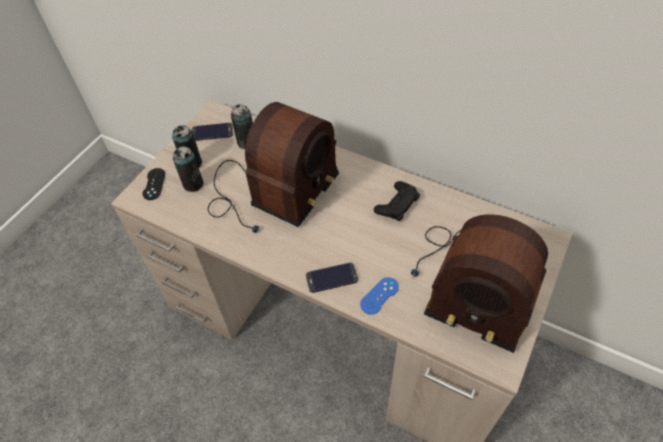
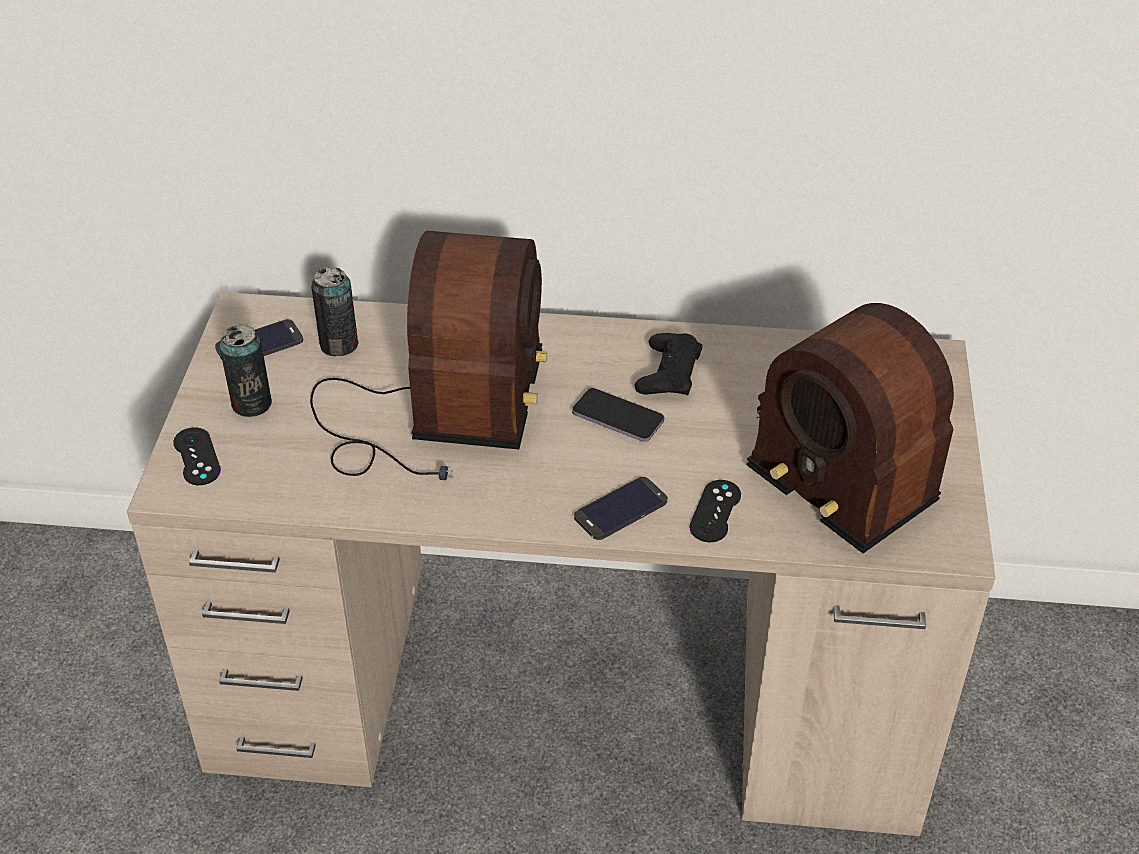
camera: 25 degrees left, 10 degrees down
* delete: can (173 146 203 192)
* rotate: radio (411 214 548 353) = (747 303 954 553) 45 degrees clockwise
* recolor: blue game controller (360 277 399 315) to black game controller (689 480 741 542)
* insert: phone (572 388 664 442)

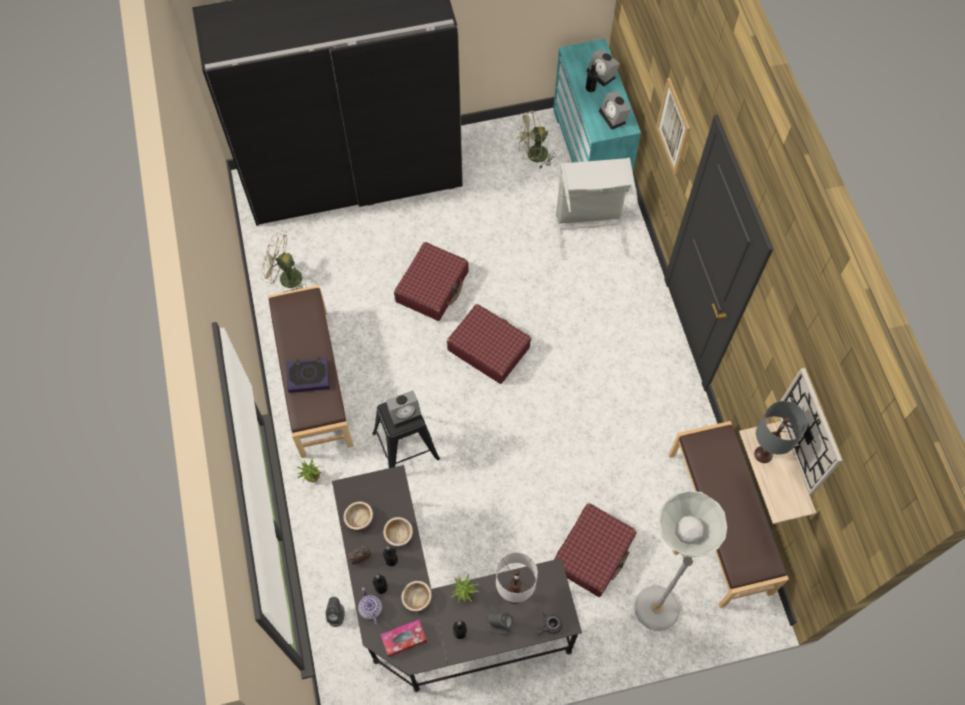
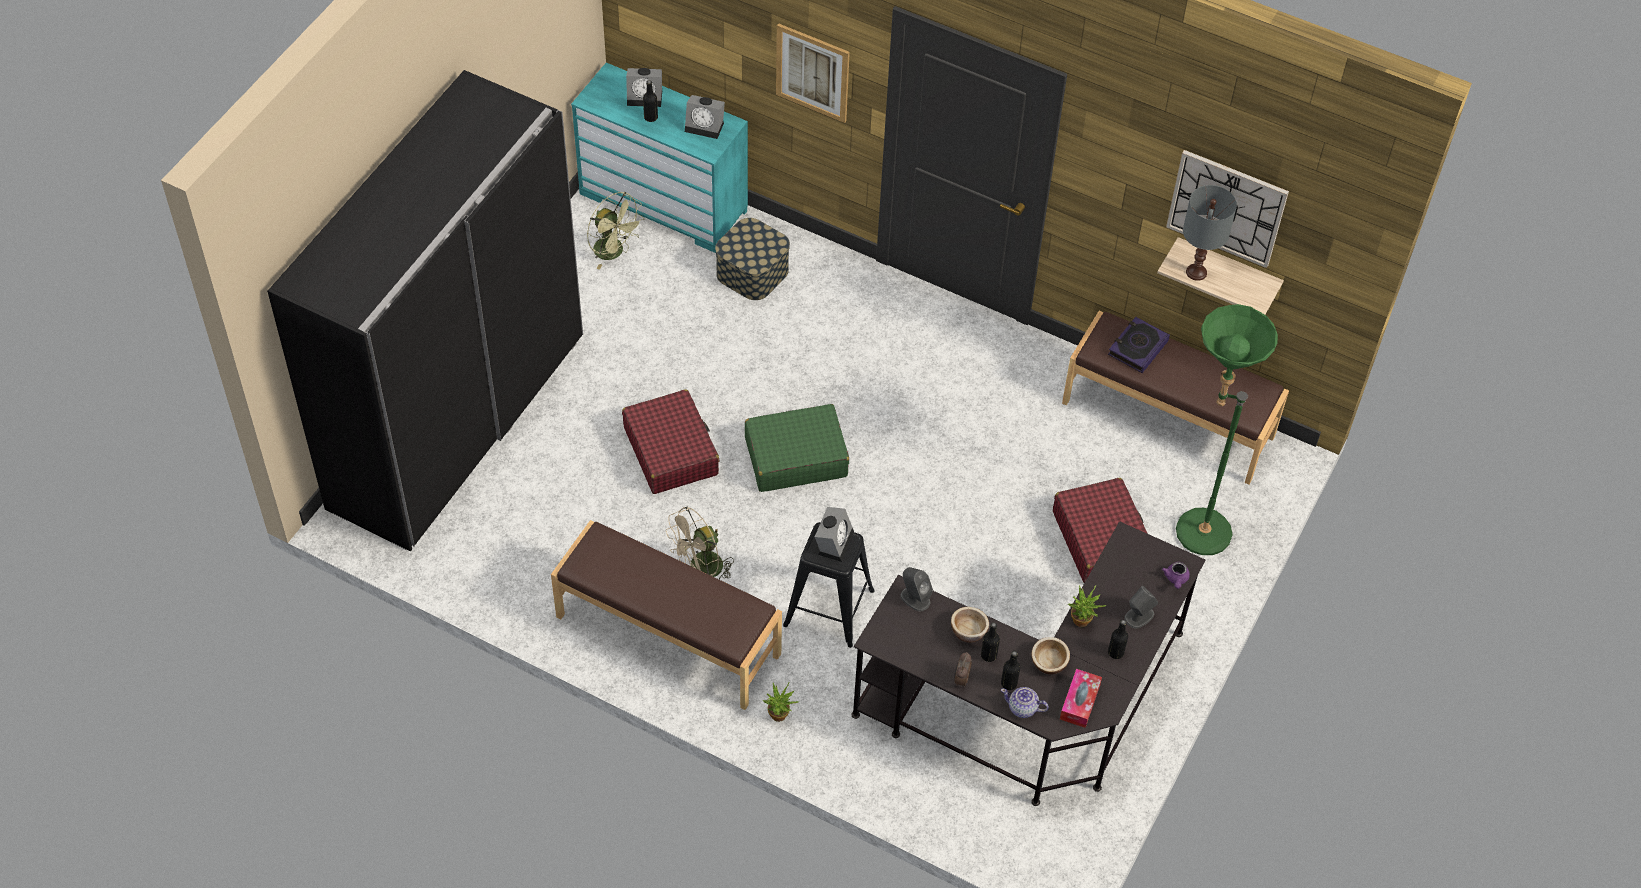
camera: 50 degrees left, 10 degrees down
* rotate: green fan (517 110 556 169) = (587 192 645 270) 75 degrees counterclockwise
* replace: grey laundry basket (555 158 639 260) to storage box (715 218 790 300)
* move: beige fan (261 233 307 292) to (666 506 734 579)
* recolor: red suitcase (447 304 531 384) to green suitcase (745 404 849 492)
* move: book (287 357 330 393) to (1108 317 1170 373)
* recolor: grey floor lamp (635 490 727 631) to green floor lamp (1176 304 1278 555)
* delete: bowl (343 501 373 531)
* delete: white table lamp (496 552 538 604)
* move: grey speaker (326 597 345 627) to (900 567 933 611)
* recolor: grey teapot (536 612 563 635) to purple teapot (1162 562 1190 589)

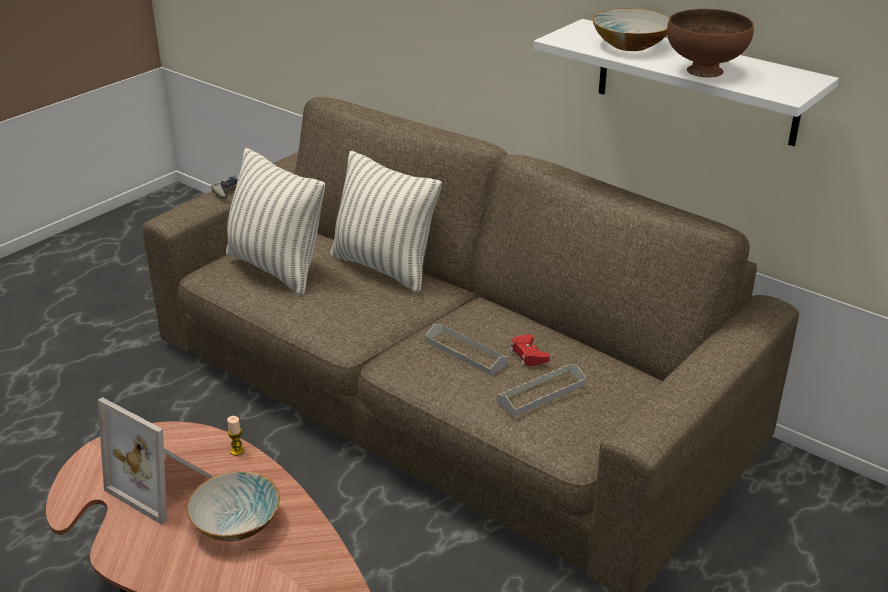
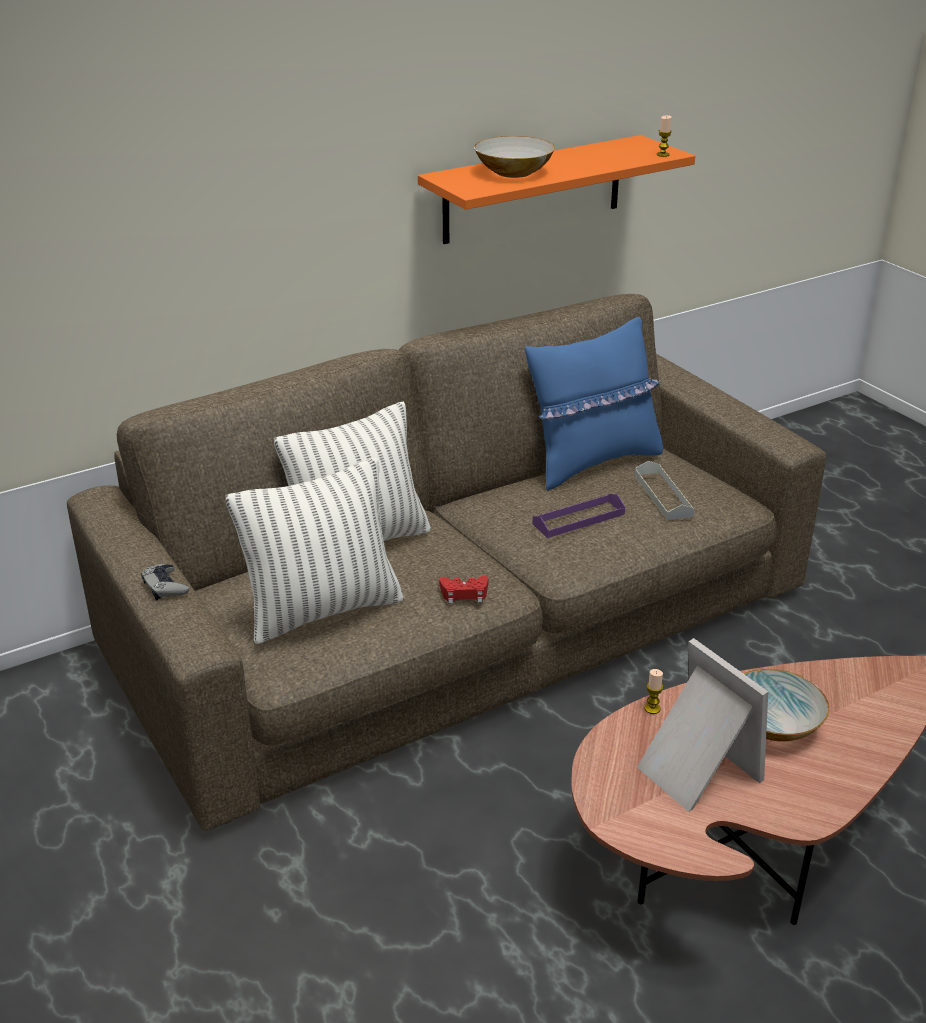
camera: 70 degrees left, 0 degrees up
* delete: brown bowl (667 9 754 77)
* recolor: white shelf (533 19 839 146) to orange shelf (418 135 695 244)
* recolor: grey tray (425 324 508 376) to purple tray (533 494 625 538)
* move: red game controller (510 334 550 366) to (439 576 489 603)
* rotate: picture frame (98 397 212 525) = (637 638 768 812) 90 degrees counterclockwise
* insert: candle (657 115 672 157)
* insert: blue pillow (525 317 663 491)

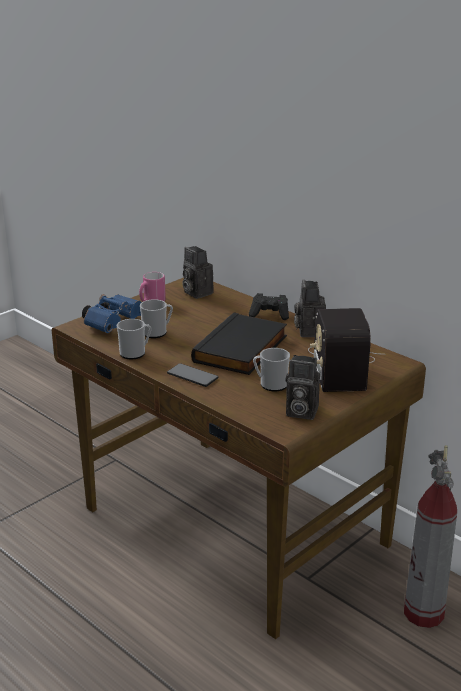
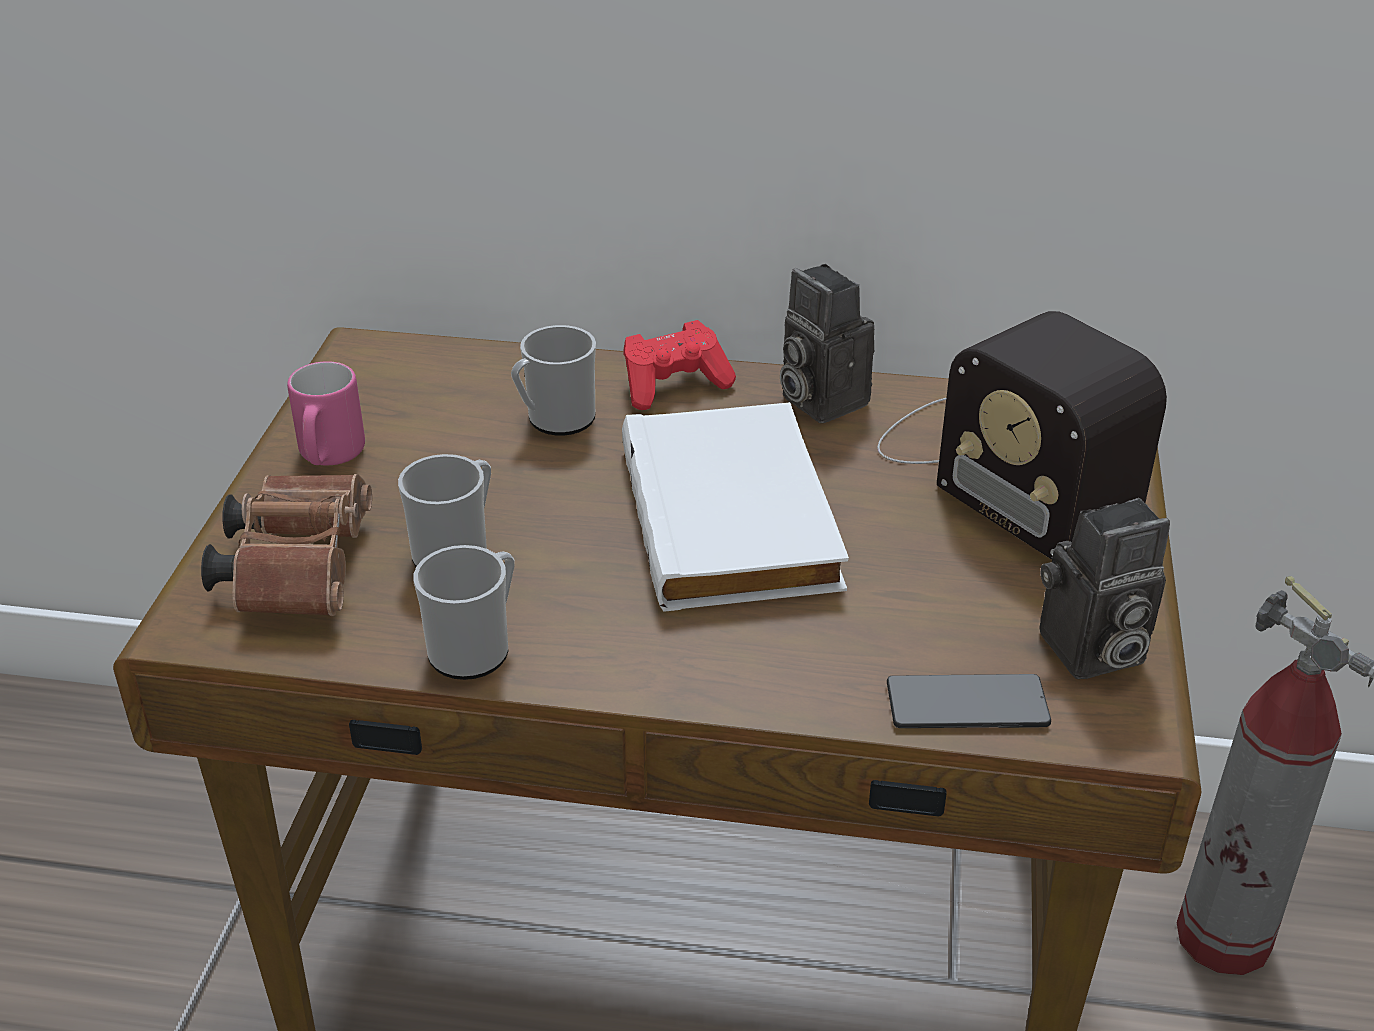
camera: 35 degrees left, 10 degrees up
* delete: photo camera (183 246 214 299)
* recolor: black game controller (249 293 289 320) to red game controller (623 320 736 410)
* recolor: blue binoculars (82 294 142 333) to brown binoculars (201 474 372 616)
* recolor: black book (191 312 287 375) to white book (622 402 849 612)
* move: mug (253 348 290 392) to (511 325 596 436)
* move: phone (167 363 218 387) to (887 674 1051 728)

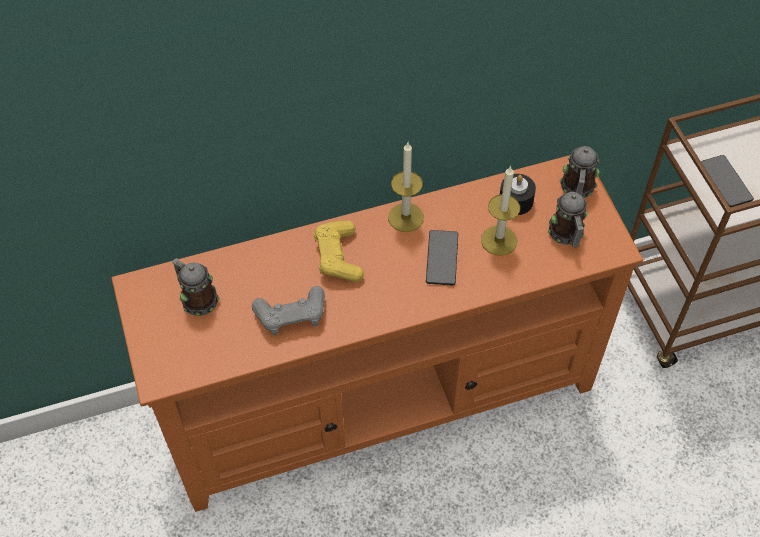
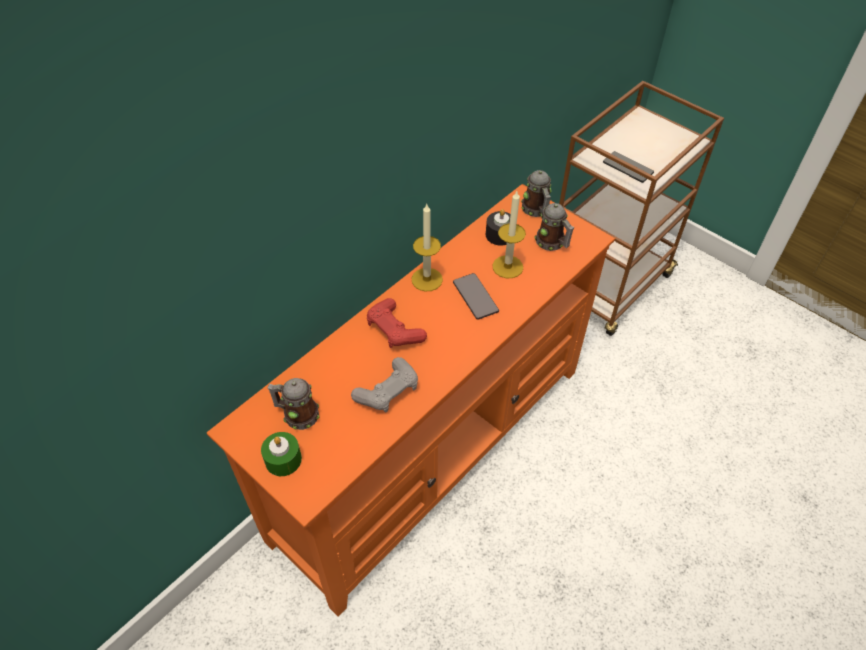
camera: 30 degrees left, 5 degrees down
* recolor: yellow game controller (314 221 364 282) to red game controller (367 298 427 348)
* insert: green candle (261 432 302 476)

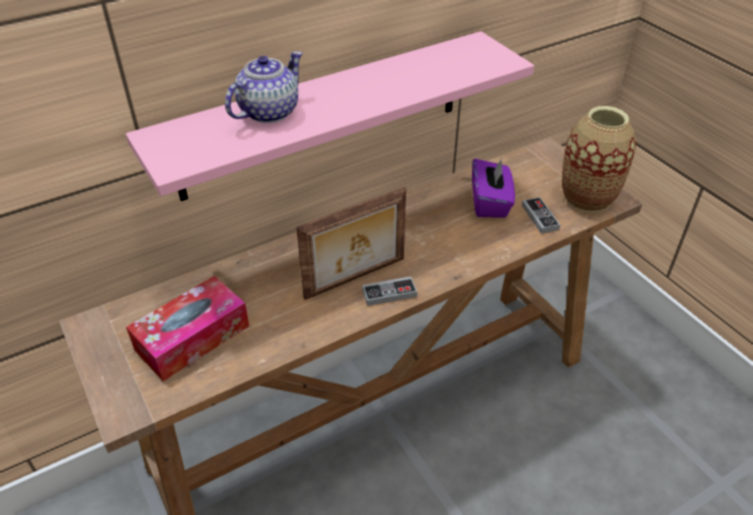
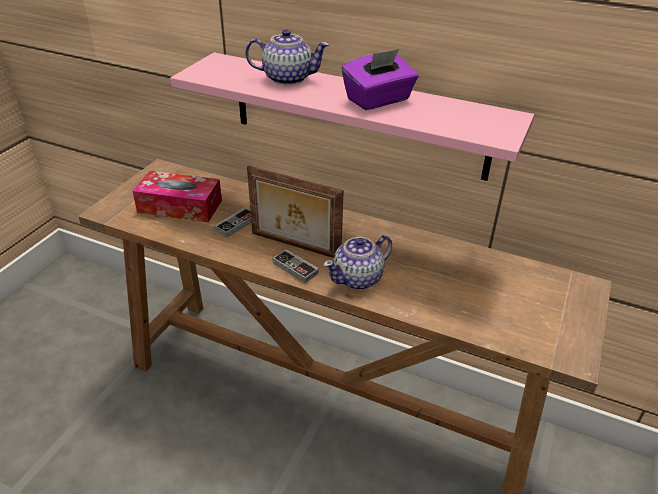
camera: 55 degrees right, 5 degrees down
* delete: vase (562 106 636 212)
* move: purple tissue box (472 158 515 218) to (342 49 418 110)
* move: game controller (522 197 560 234) to (214 208 251 238)
* insert: teapot (324 235 392 290)

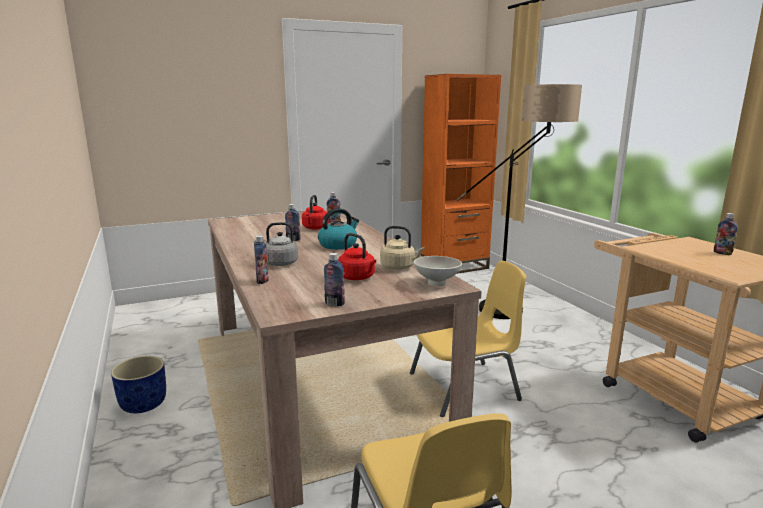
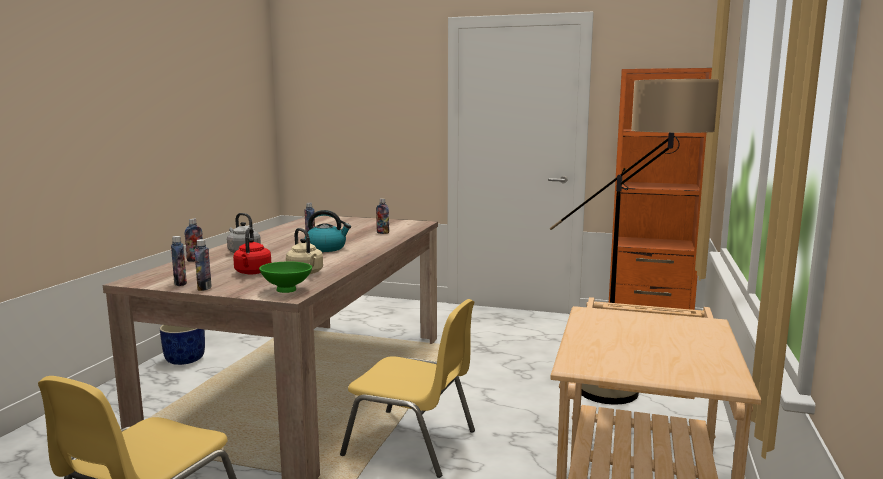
camera: 40 degrees right, 5 degrees down
* delete: red kettle (302 195 329 229)
* move: bottle (714 213 738 255) to (194 239 212 291)
* recolor: white bowl (413 256 462 286) to green bowl (259 262 312 293)

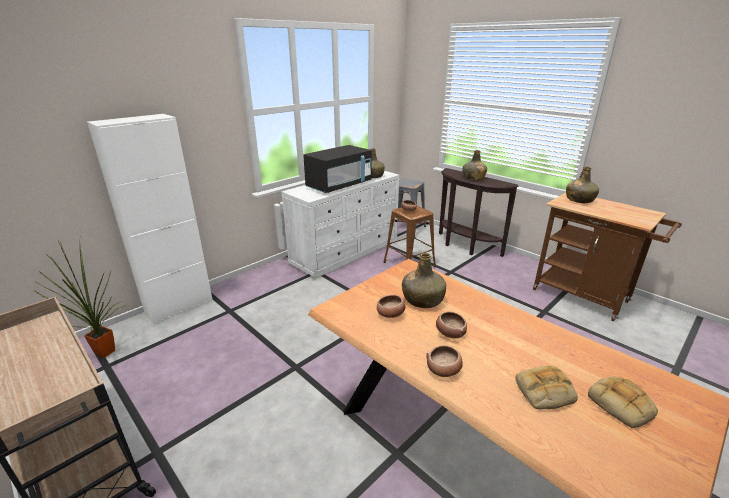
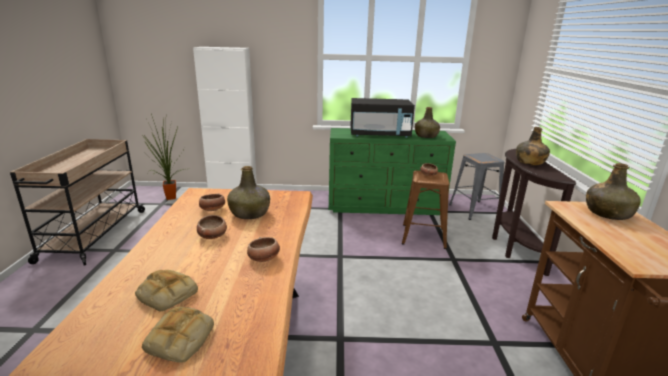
camera: 45 degrees right, 5 degrees down
* recolor: white dresser (281 171 399 278) to green dresser (329 128 456 215)
* move: bowl (426 345 463 377) to (247 237 280 262)

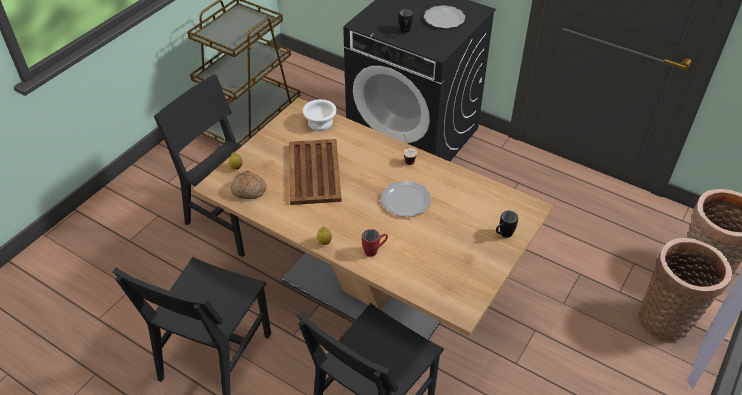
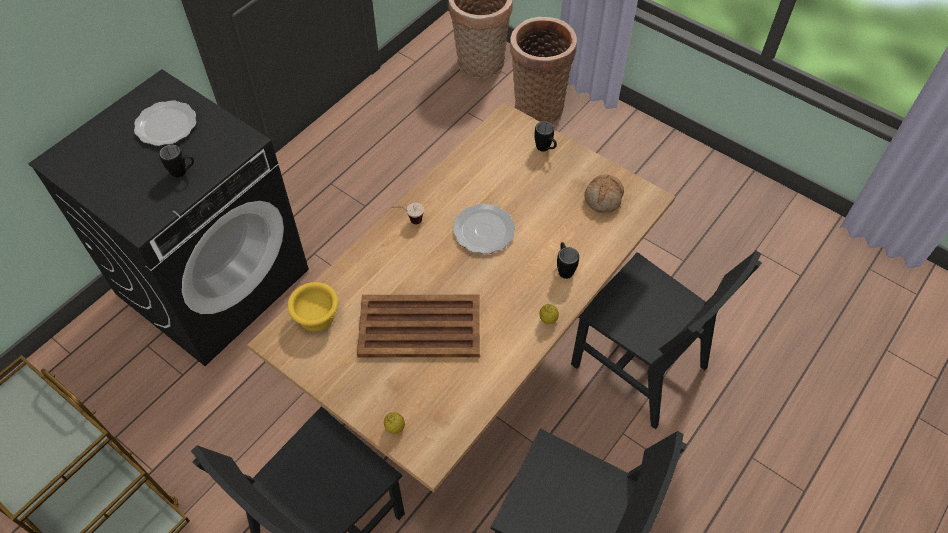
camera: 85 degrees left, 10 degrees up
* recolor: white bowl (303 99 337 131) to yellow bowl (287 282 338 332)
* move: bread (231 171 266 199) to (584 175 624 213)
* recolor: red mug (362 229 388 257) to black mug (557 242 579 279)

